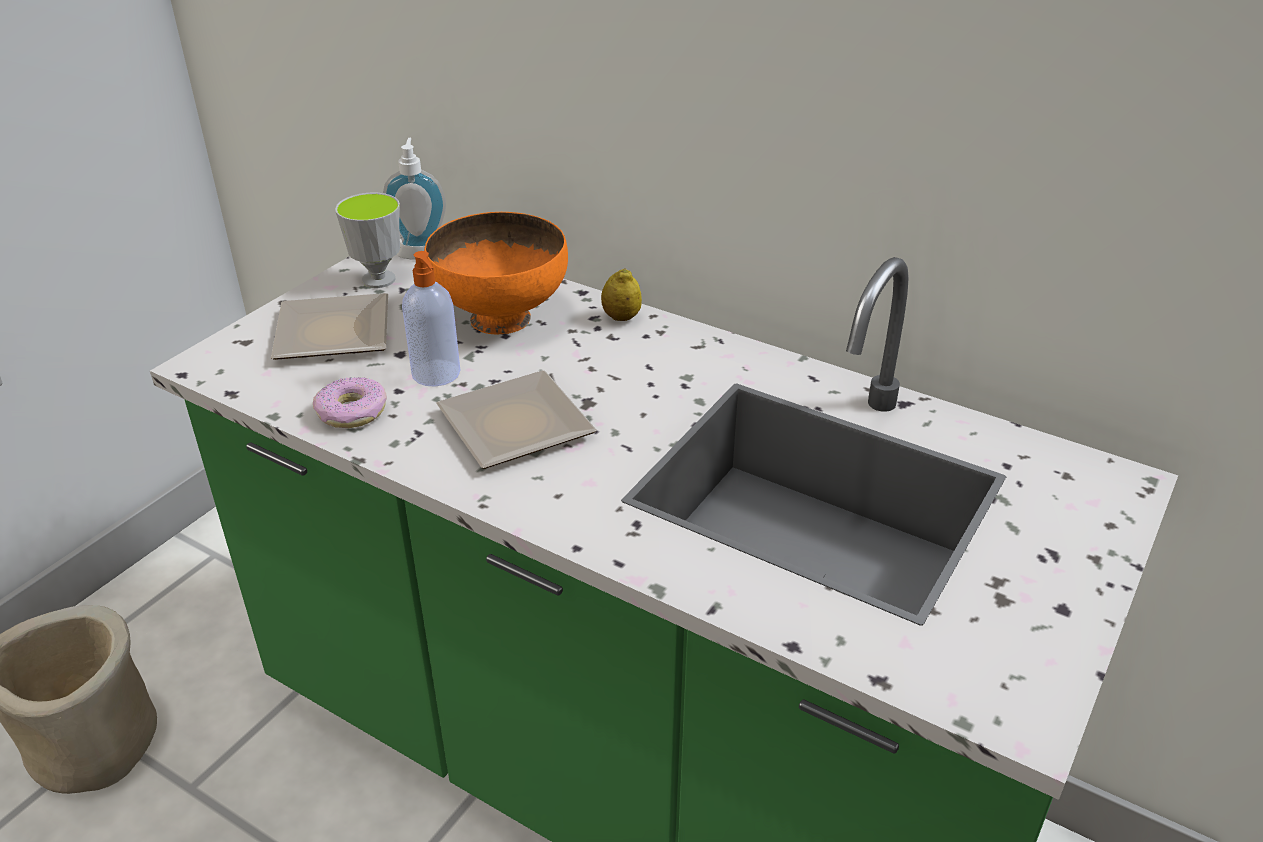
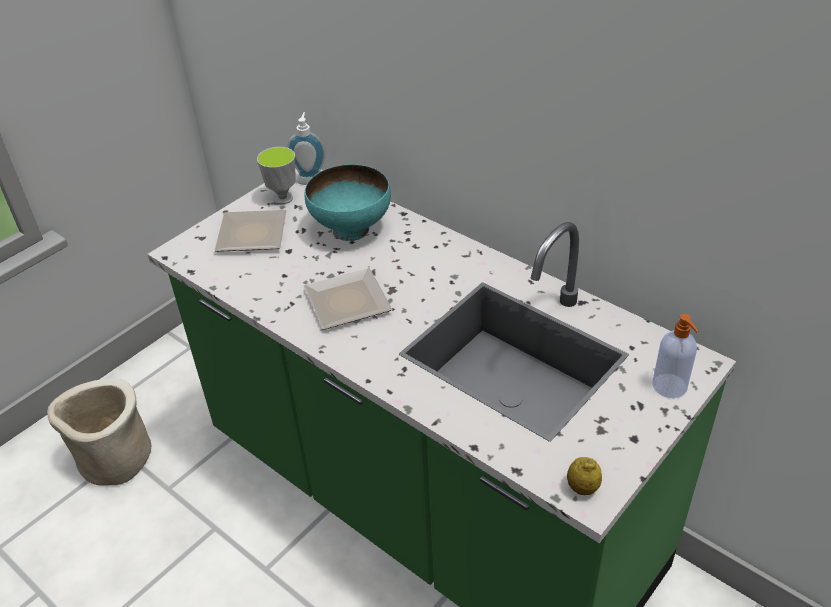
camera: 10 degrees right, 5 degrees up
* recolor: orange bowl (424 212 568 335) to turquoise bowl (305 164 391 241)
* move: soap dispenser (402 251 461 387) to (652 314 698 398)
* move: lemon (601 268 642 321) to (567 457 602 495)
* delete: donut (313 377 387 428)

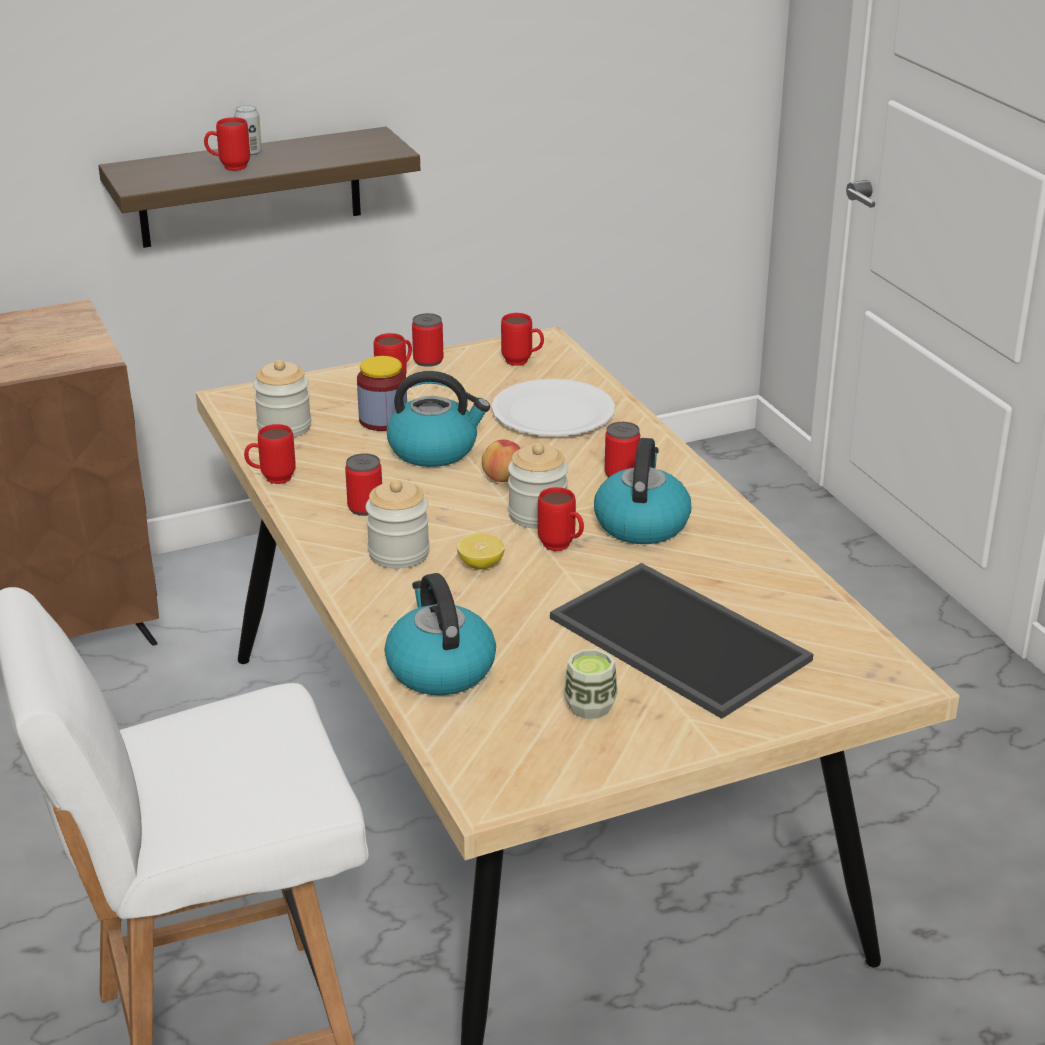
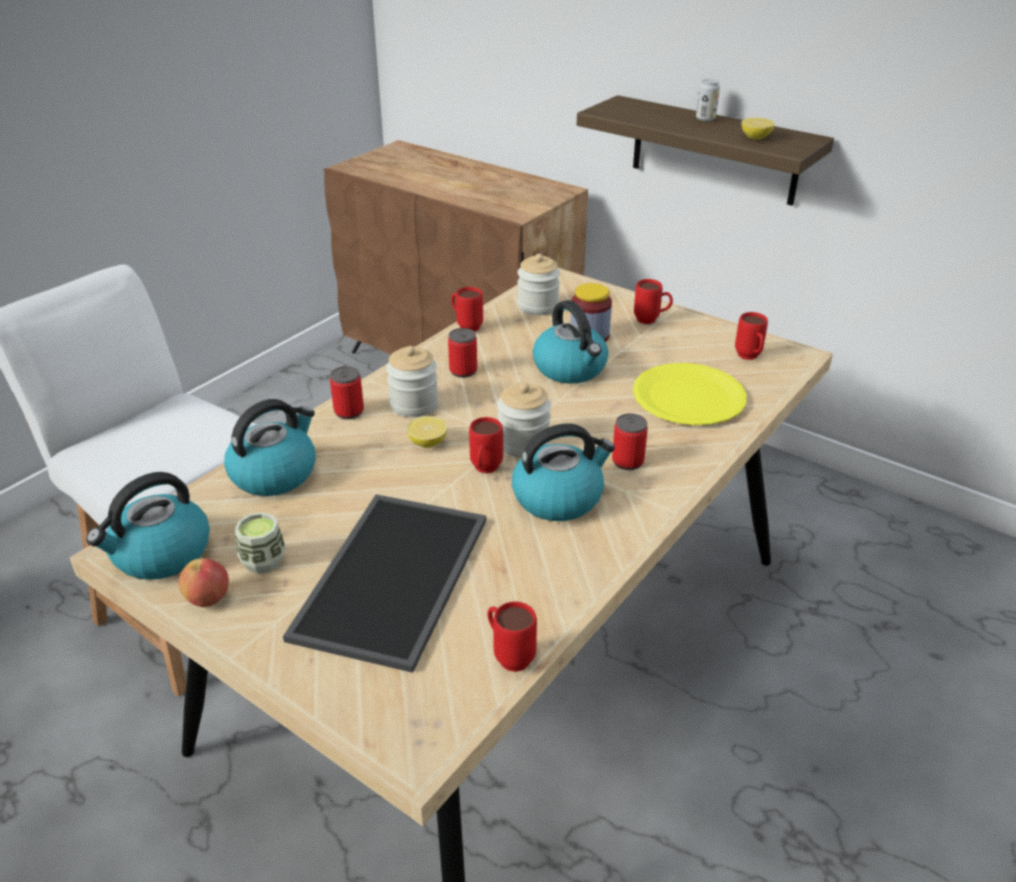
camera: 60 degrees right, 5 degrees up
* move: red mug (204 117 250 171) to (487 602 537 672)
* move: can (412 313 443 367) to (330 366 364 419)
* recolor: white plate (491 379 615 436) to yellow plate (633 363 747 425)
* move: apple (482 440 521 482) to (178 558 229 607)
* insert: lemon (742 118 775 140)
* insert: kettle (86 472 210 580)

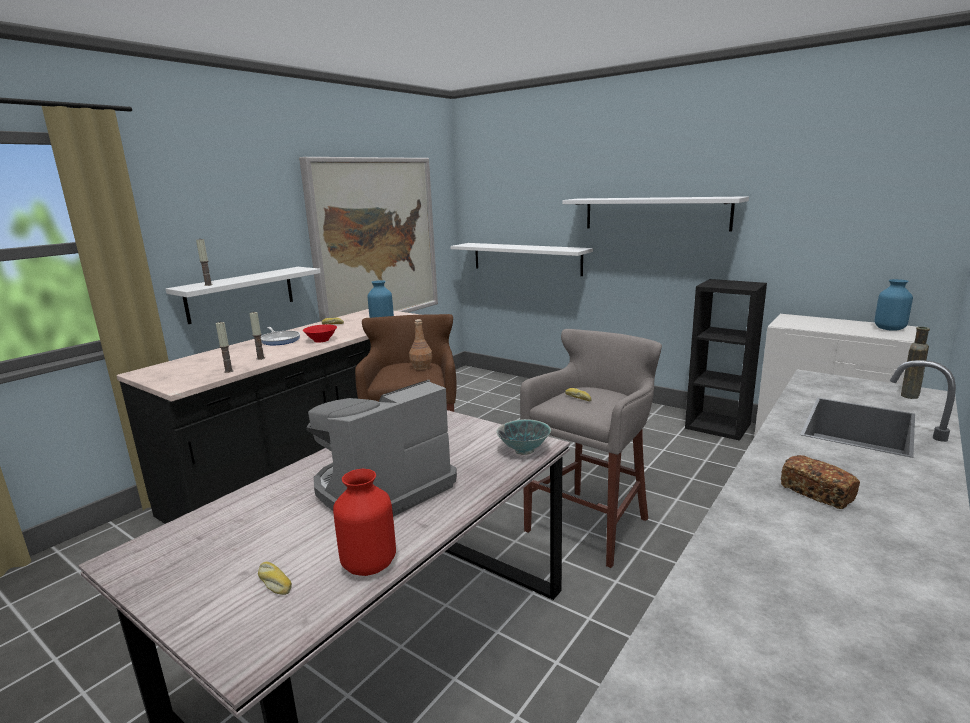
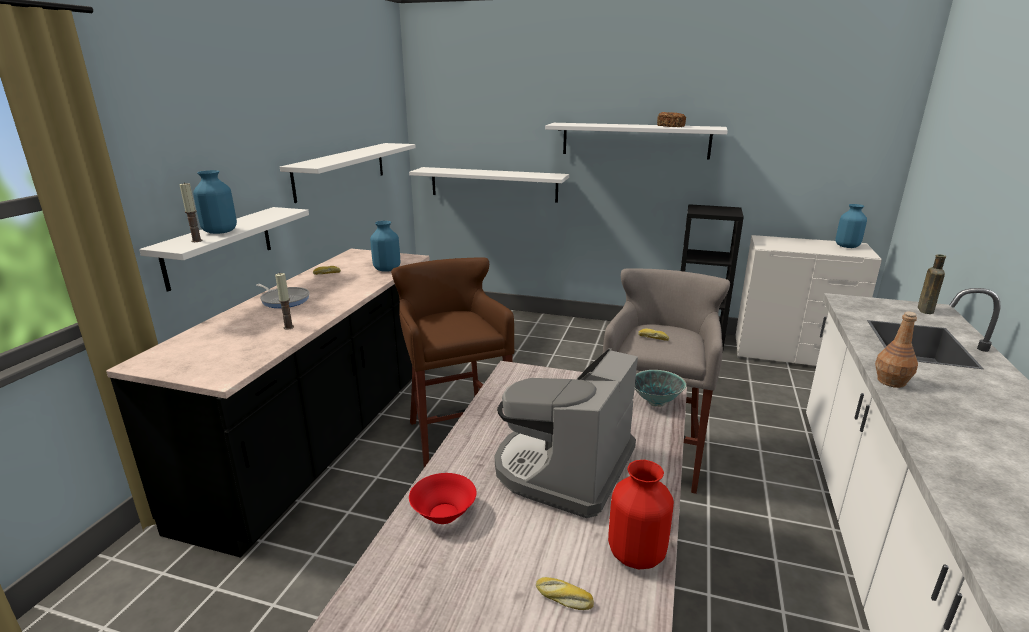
camera: 20 degrees left, 5 degrees up
* replace: picture (299 157 438 321) to white shelf (280 143 416 203)
* move: brown bottle (409 319 432 370) to (875 312 918 388)
* delete: candle (216 322 234 373)
* move: red bowl (303 324 337 343) to (409 473 476 524)
* move: bread (781 455 860 509) to (657 112 686 127)
* insert: blue vase (193 170 237 234)

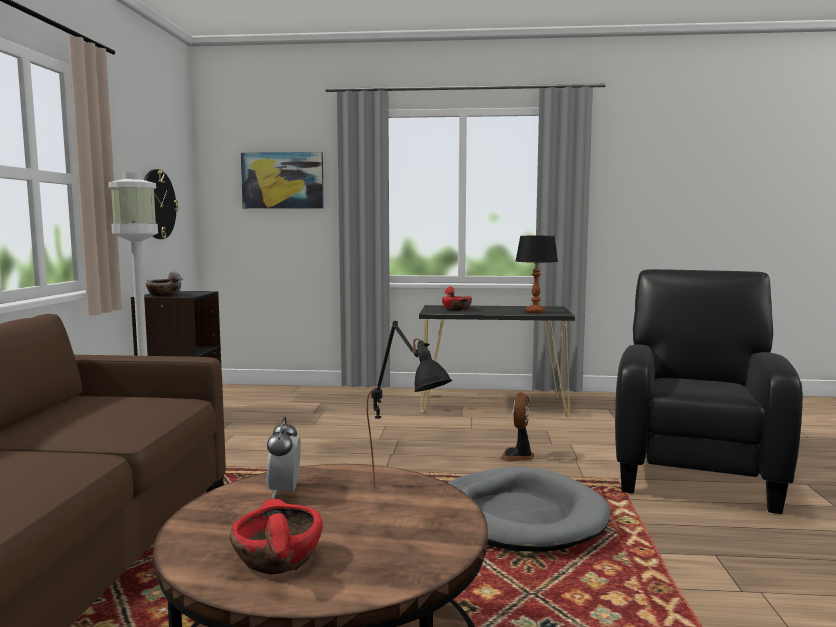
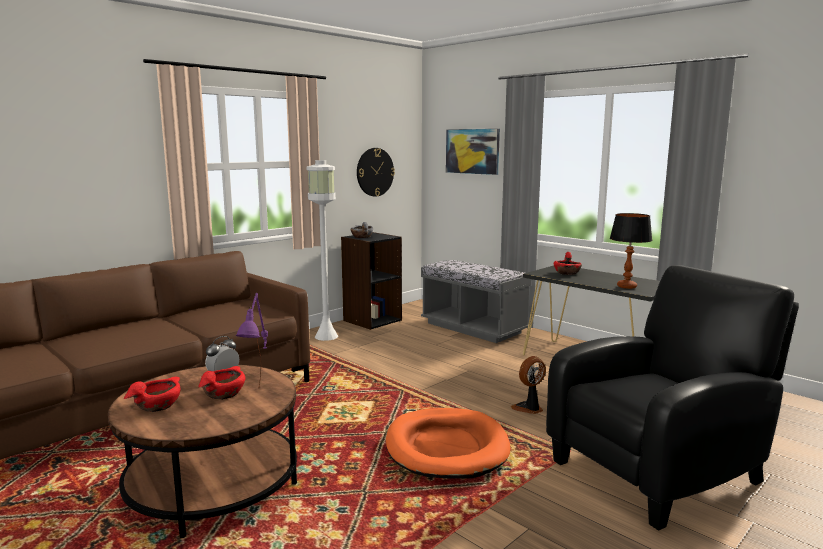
camera: 40 degrees right, 5 degrees up
* recolor: black table lamp (367 320 452 488) to purple table lamp (236 293 268 386)
* recolor: grey dog bed (447 467 611 552) to orange dog bed (386 408 511 479)
* insert: grey bench (421 260 531 343)
* insert: red bowl (198 366 246 400)

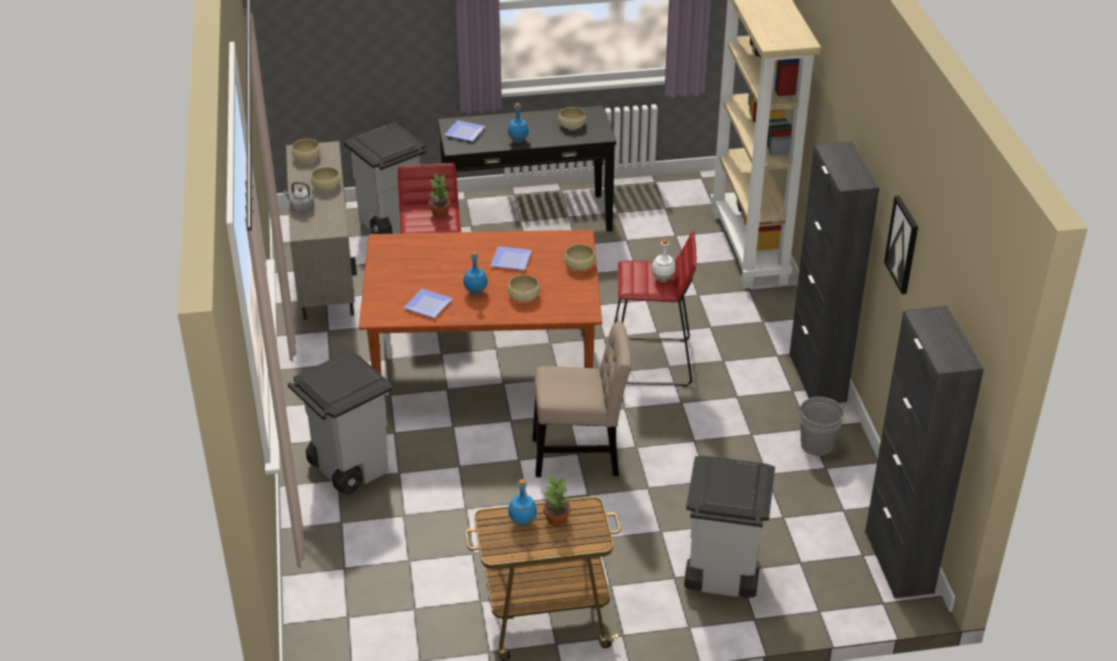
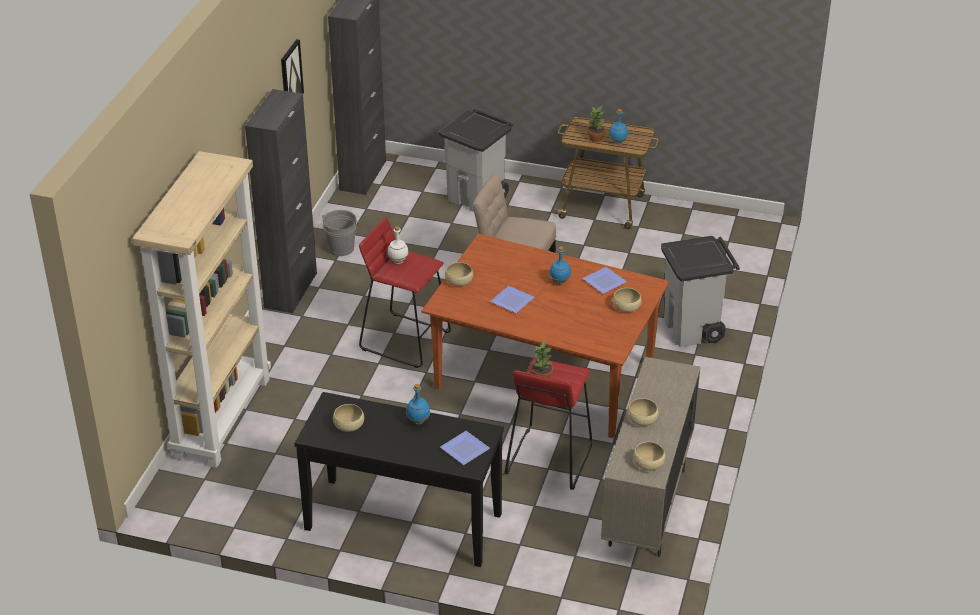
camera: 155 degrees left, 0 degrees up
* delete: grey trash can (343 123 426 234)
* delete: grey kettle (284 182 314 212)
* move: beige bowl (508 275 540 302) to (613 288 642 312)

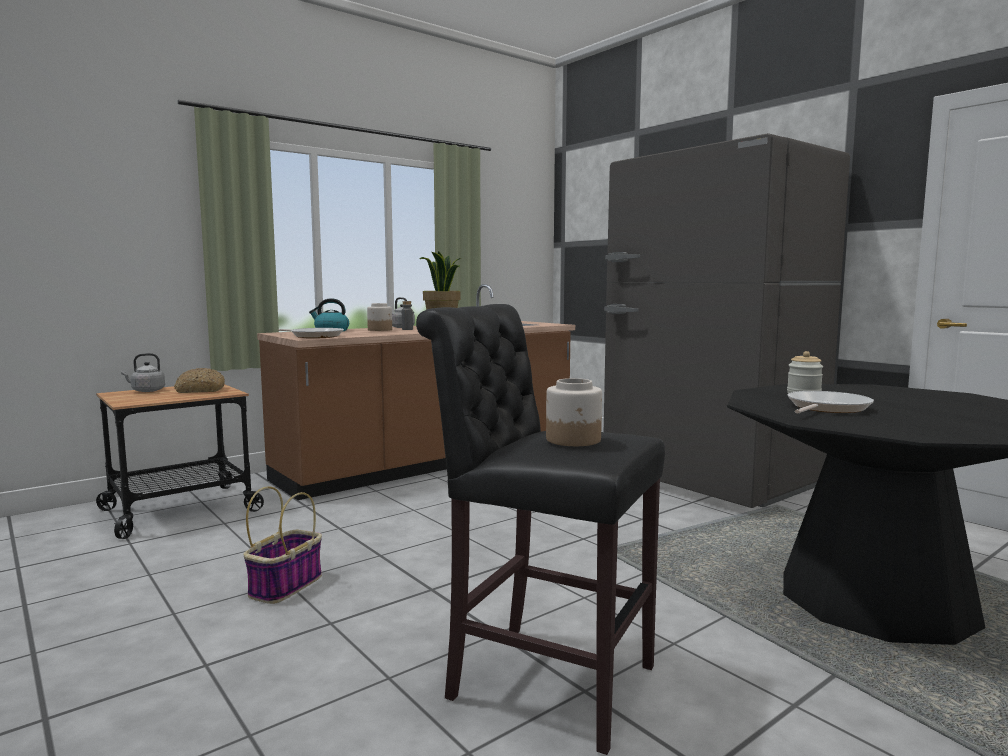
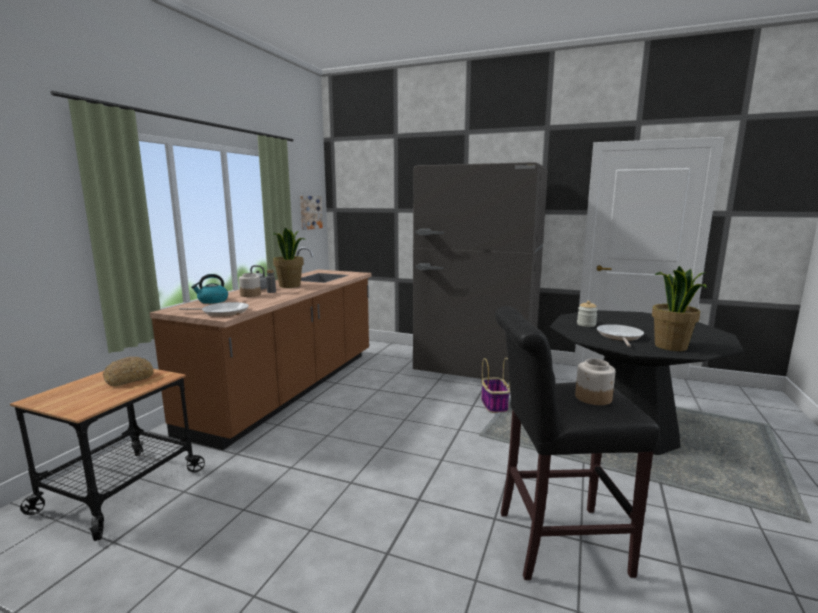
camera: 30 degrees left, 5 degrees up
* delete: grey kettle (121 353 165 392)
* move: basket (243 486 322 604) to (481 358 510 413)
* insert: picture (300 196 323 230)
* insert: potted plant (652 266 707 351)

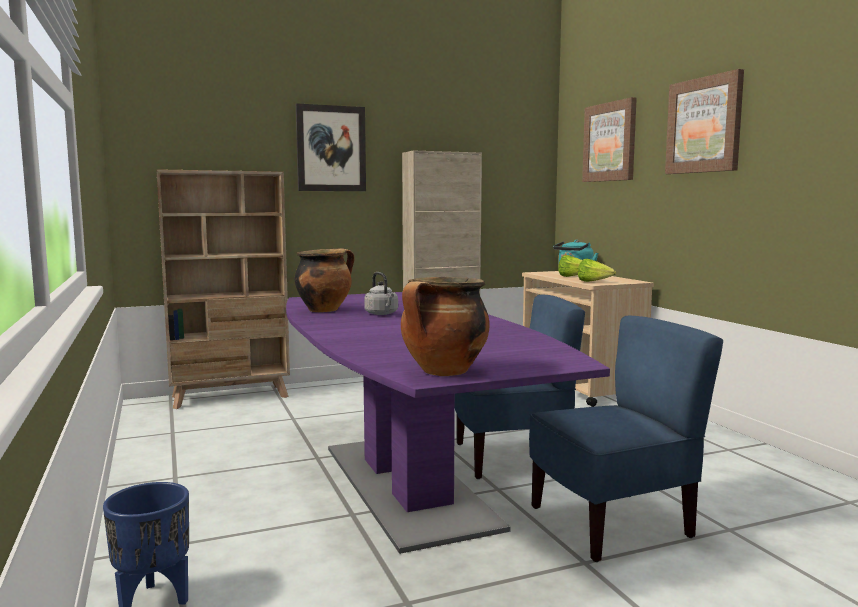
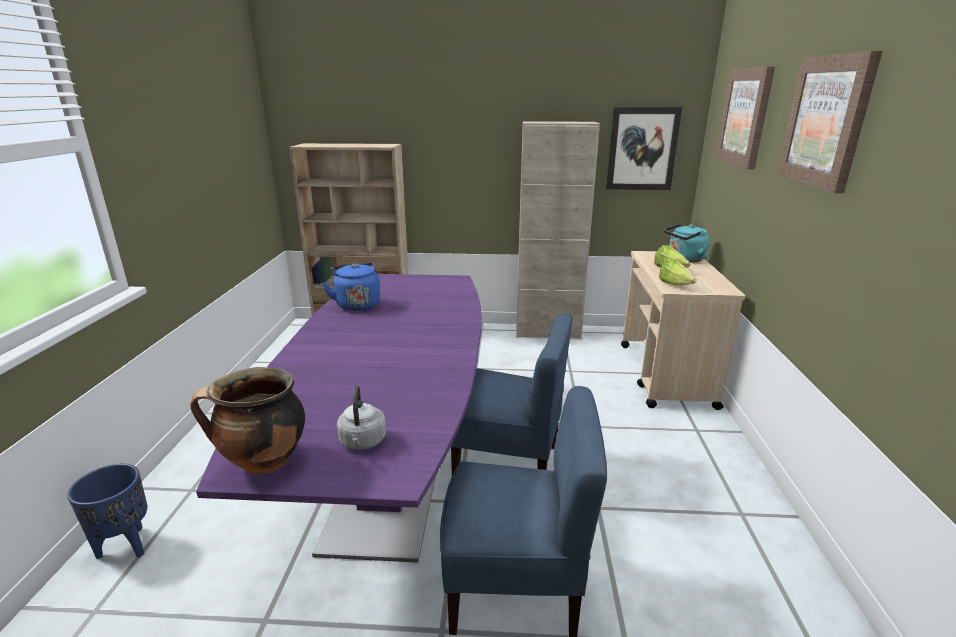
camera: 25 degrees right, 15 degrees up
* move: picture (296 103 366 191) to (606 107 682 190)
* replace: cooking pot (295 248 355 312) to blue kettle (323 263 380 311)
* move: grey kettle (364 272 398 315) to (337 385 386 450)

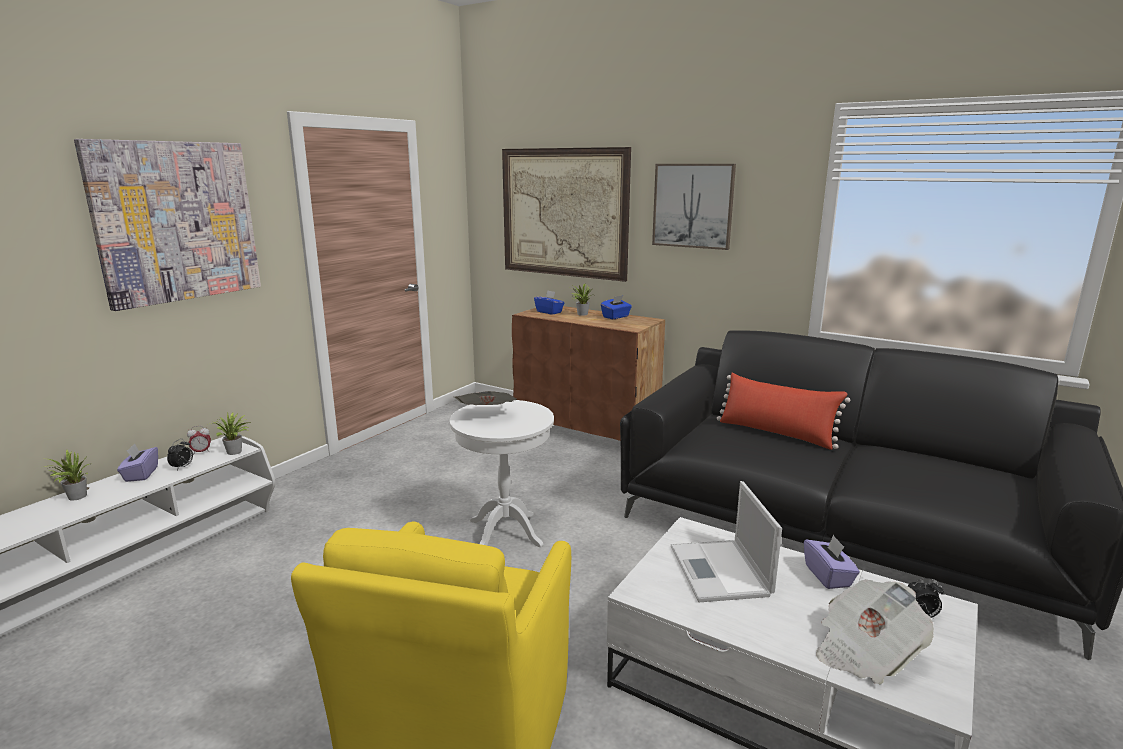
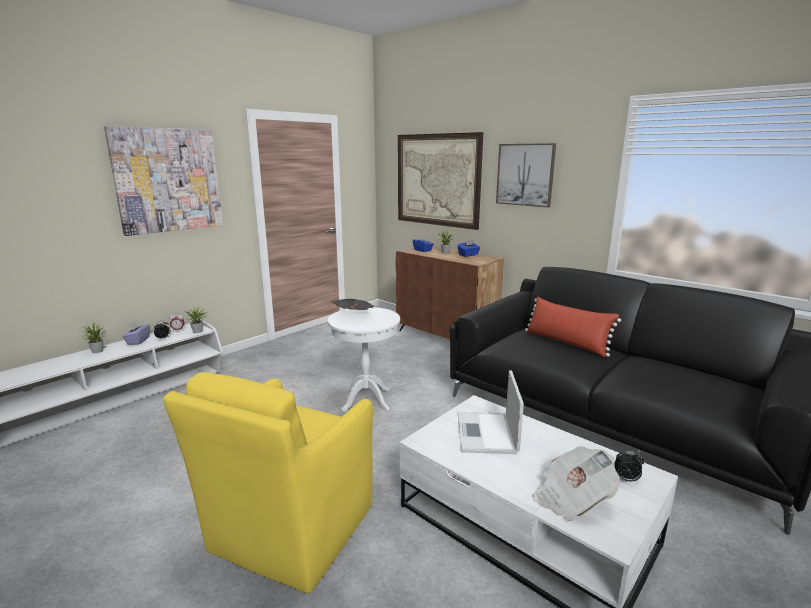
camera: 10 degrees right, 0 degrees up
* delete: purple tissue box (804 535 860 589)

